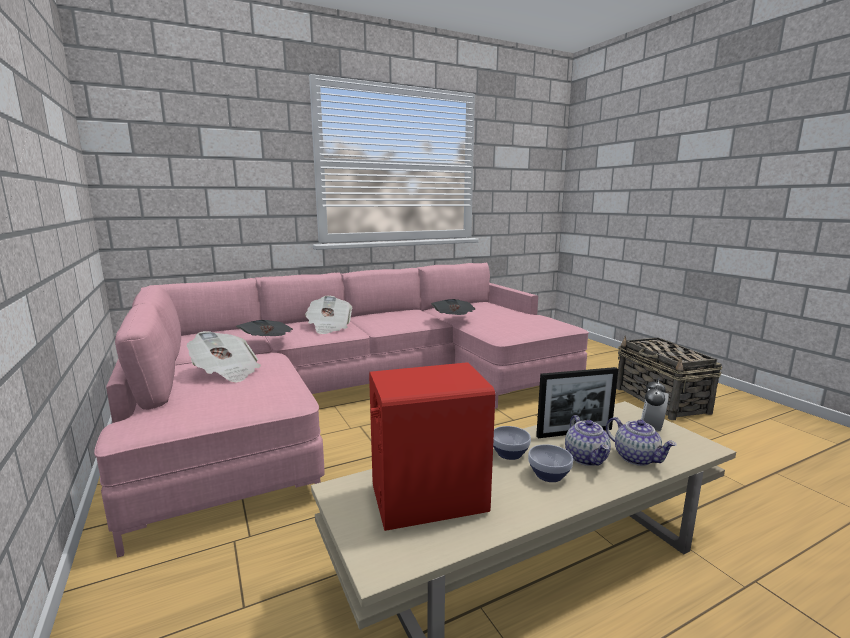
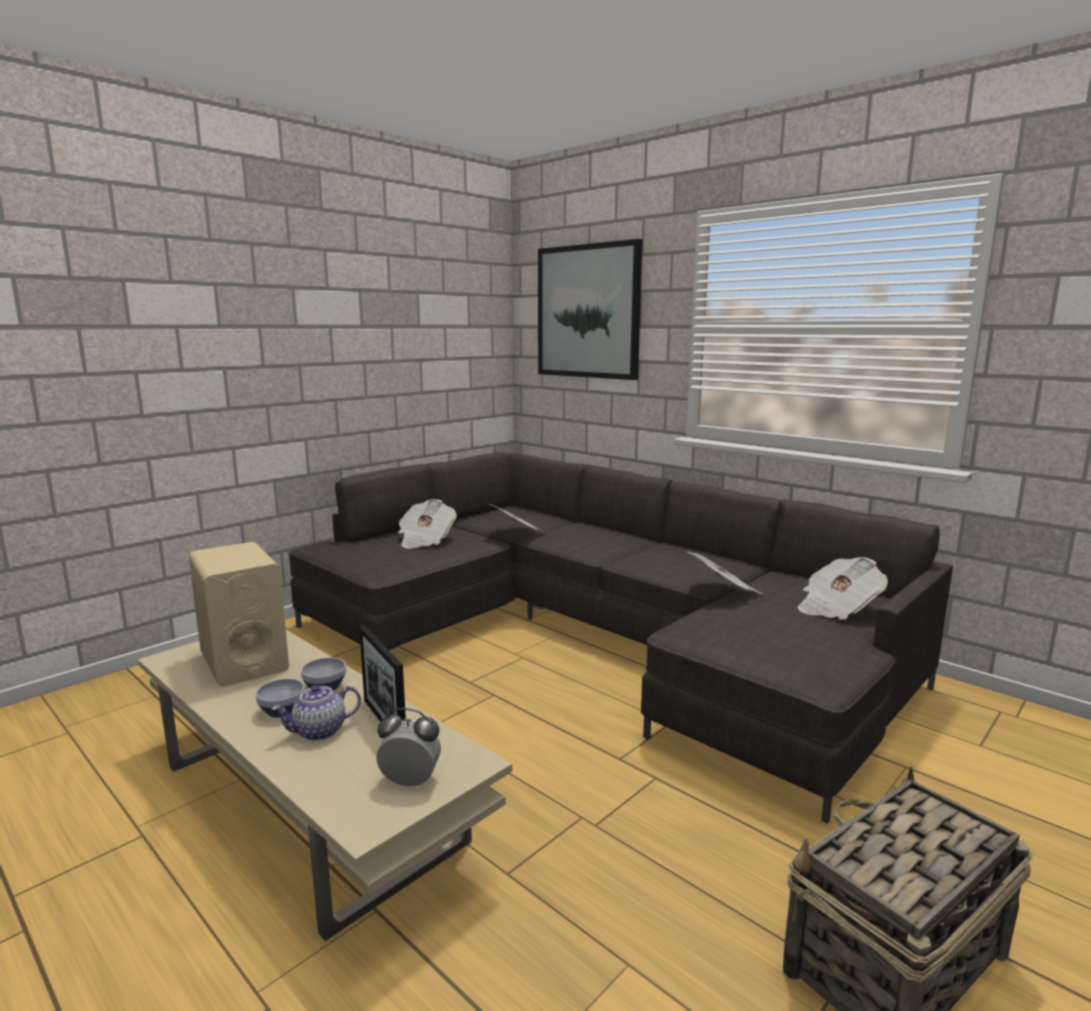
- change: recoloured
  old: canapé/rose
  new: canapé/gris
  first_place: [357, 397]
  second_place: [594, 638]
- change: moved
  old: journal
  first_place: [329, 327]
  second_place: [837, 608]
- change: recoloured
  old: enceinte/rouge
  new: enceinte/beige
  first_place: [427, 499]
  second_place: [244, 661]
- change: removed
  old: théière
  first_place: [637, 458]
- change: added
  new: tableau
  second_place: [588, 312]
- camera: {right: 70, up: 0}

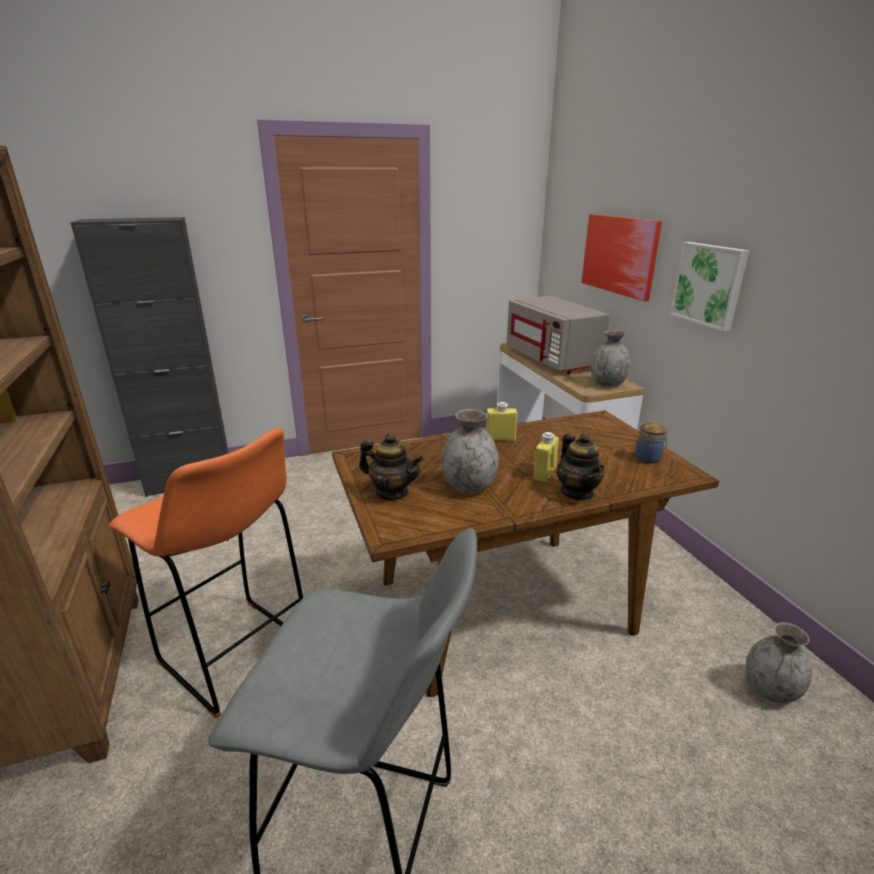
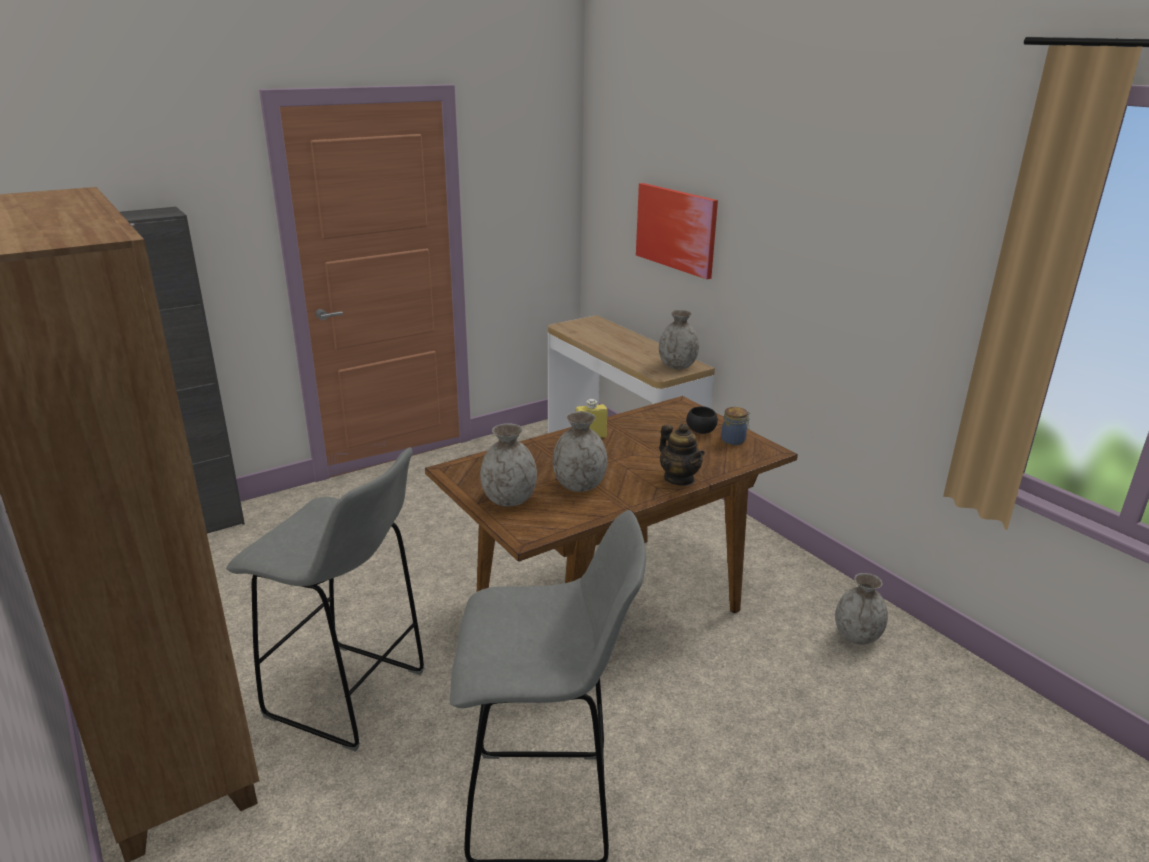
- change: removed
  old: tableau
  first_place: [709, 285]
- change: removed
  old: micro-ondes/gris
  first_place: [552, 360]
- change: recoloured
  old: tabouret/orange
  new: tabouret/gris
  first_place: [238, 656]
  second_place: [350, 695]
- change: removed
  old: bouteille/jaune
  first_place: [544, 473]
- change: replaced
  old: théière
  new: vase/gris
  first_place: [392, 492]
  second_place: [509, 499]
- change: added
  new: bol/noir
  second_place: [700, 431]
- camera: {right: -15, up: 0}

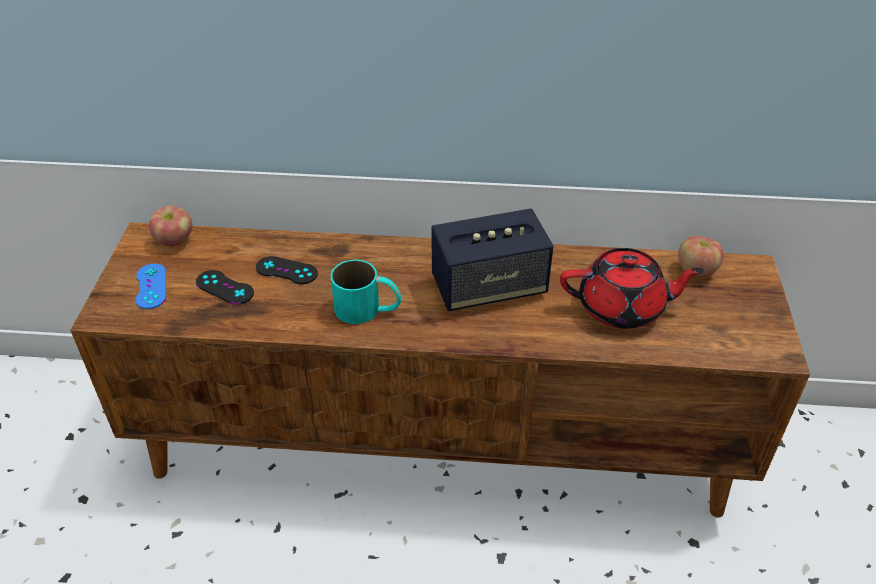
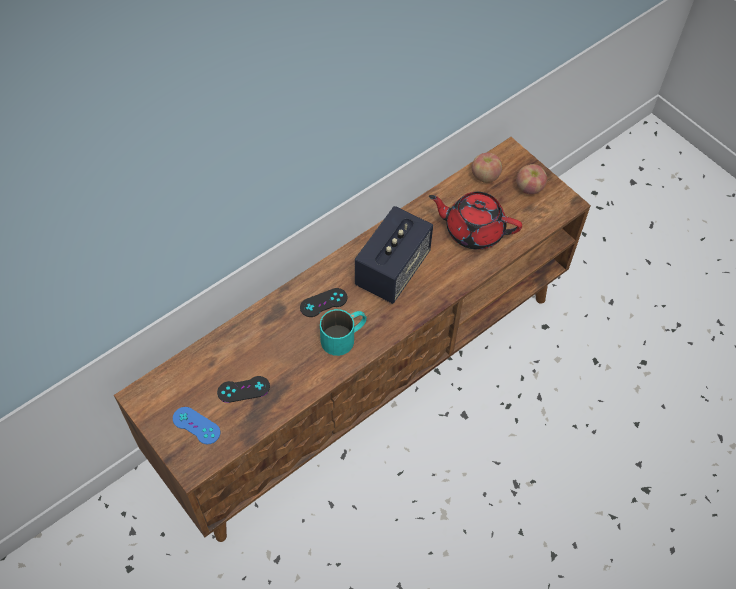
- change: moved
  old: pomme
  first_place: [174, 241]
  second_place: [529, 188]
- change: turned
  old: théière/rouge
  first_place: [622, 308]
  second_place: [473, 230]
  degrees: -120
- change: moved
  old: manette/noir
  first_place: [286, 270]
  second_place: [323, 302]
- camera: {right: -45, up: 15}

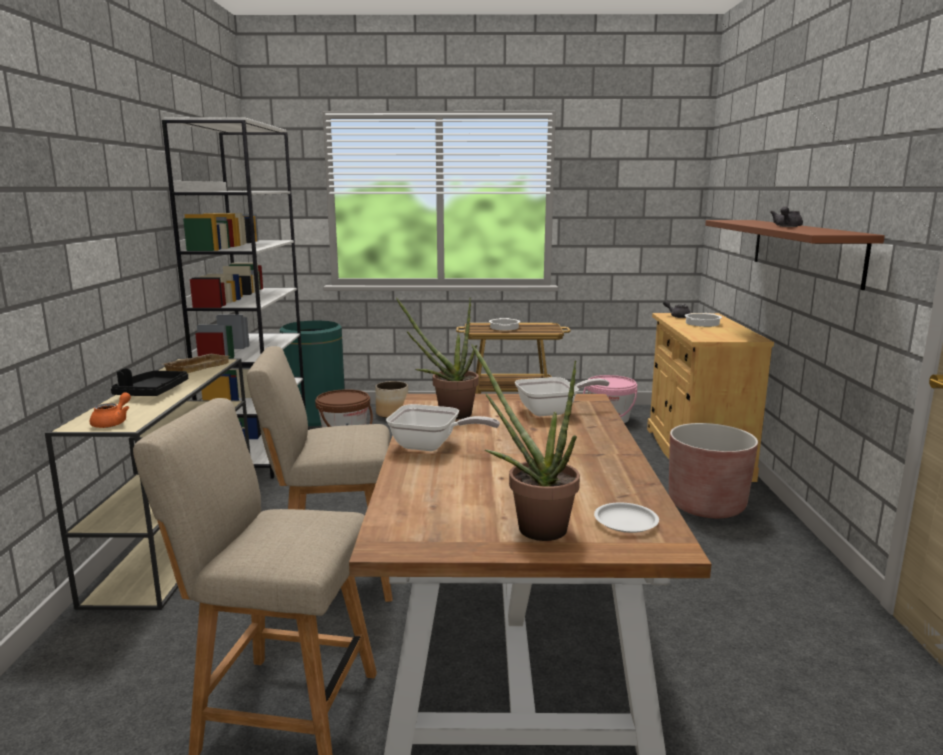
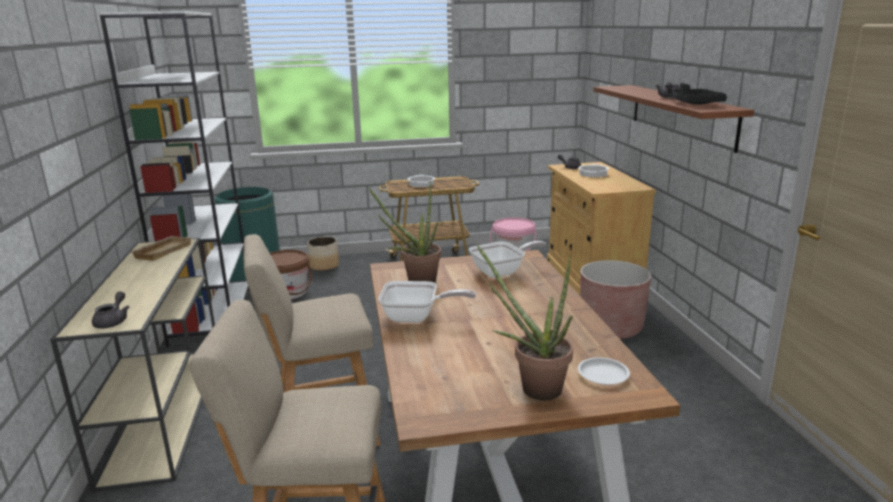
- change: moved
  old: plateau/noir
  first_place: [151, 392]
  second_place: [694, 104]
- change: recoloured
  old: théière/orange
  new: théière/gris
  first_place: [113, 422]
  second_place: [113, 321]
- camera: {right: -10, up: 5}

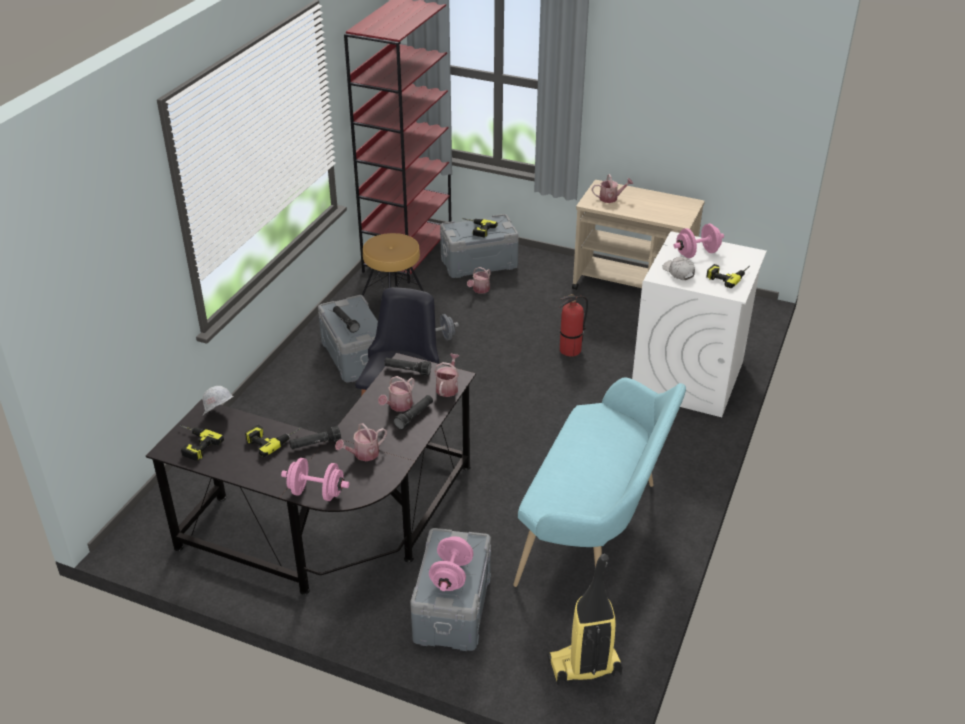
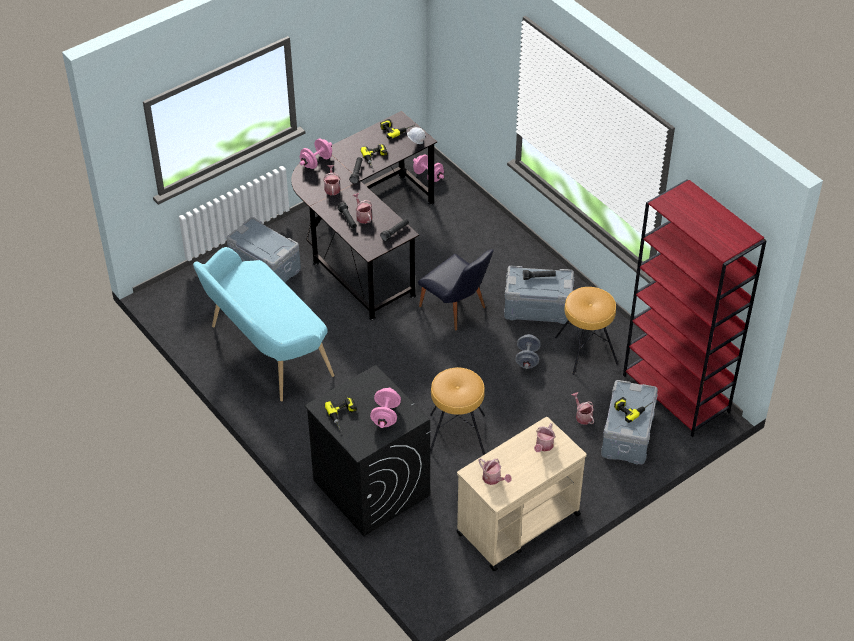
- change: recoloured
  old: lave-linge/blanc
  new: lave-linge/noir
  first_place: [688, 378]
  second_place: [370, 487]
- change: removed
  old: casquette/blanc
  first_place: [678, 272]
- change: replaced
  old: extincteur
  new: tabouret/marron
  first_place: [570, 351]
  second_place: [457, 433]
- change: moved
  old: arrosoir
  first_place: [448, 387]
  second_place: [493, 479]
- change: moved
  old: haltère/rose
  first_place: [451, 576]
  second_place: [428, 176]
- change: removed
  old: aspirateur
  first_place: [584, 668]
- camera: {right: 120, up: 10}

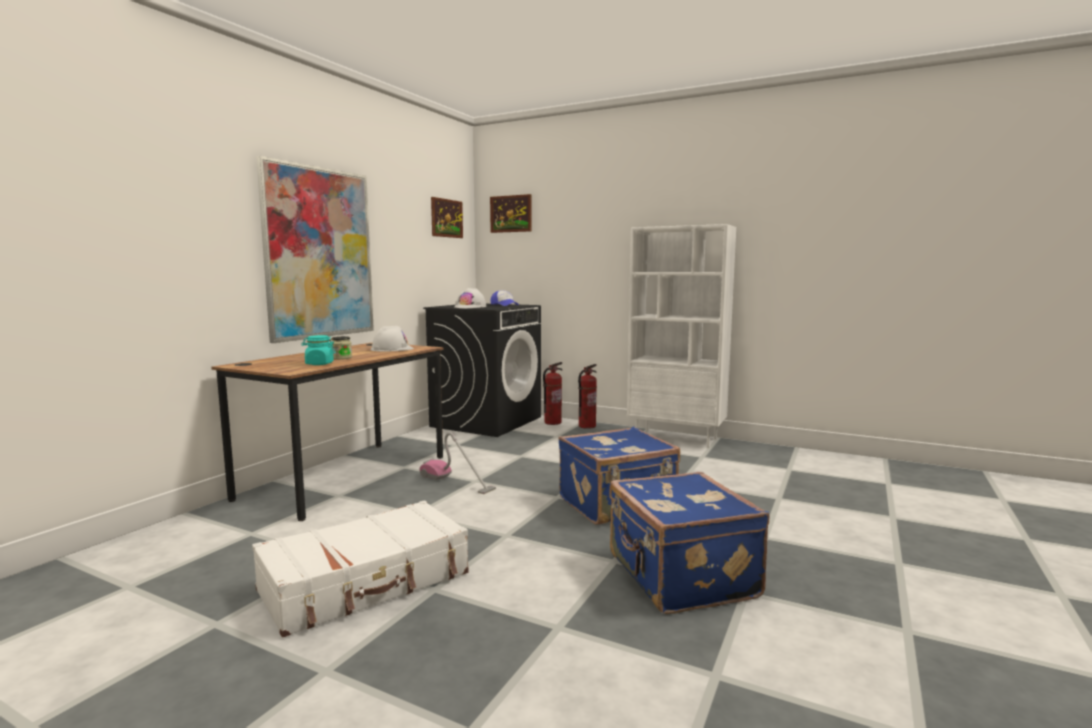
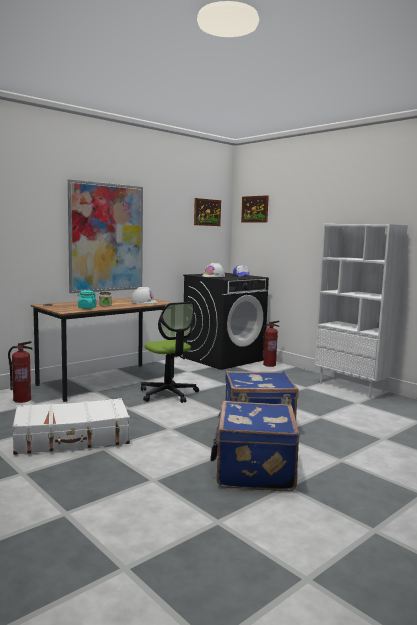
- change: moved
  old: extincteur
  first_place: [587, 426]
  second_place: [22, 400]
- change: replaced
  old: aspirateur
  new: chaise de bureau
  first_place: [456, 482]
  second_place: [168, 394]
- camera: {right: 20, up: 0}

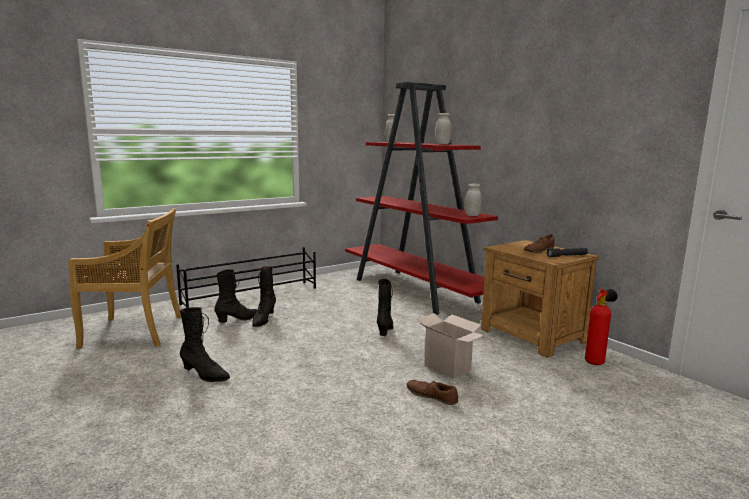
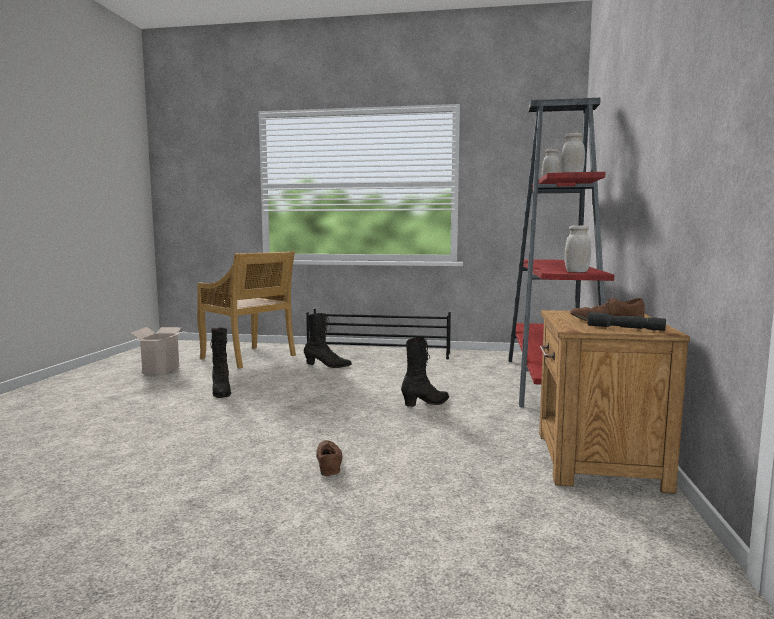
- change: removed
  old: botte/noir
  first_place: [263, 320]
- change: removed
  old: extincteur
  first_place: [596, 362]
- change: moved
  old: carton
  first_place: [449, 368]
  second_place: [161, 370]
- camera: {right: 45, up: -5}

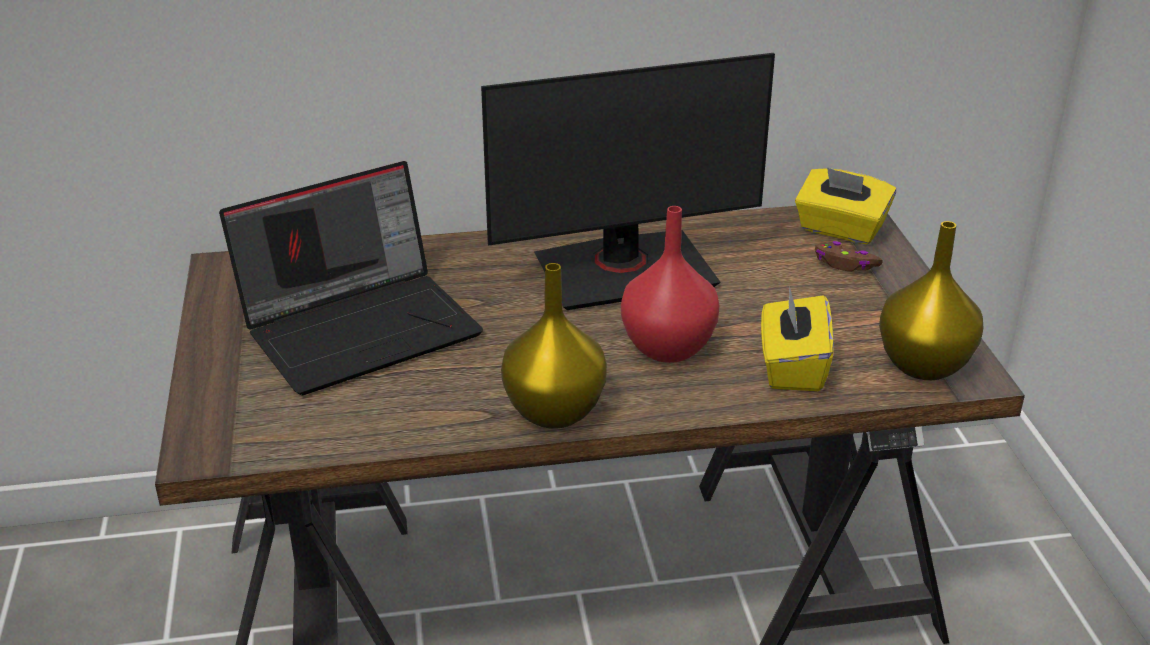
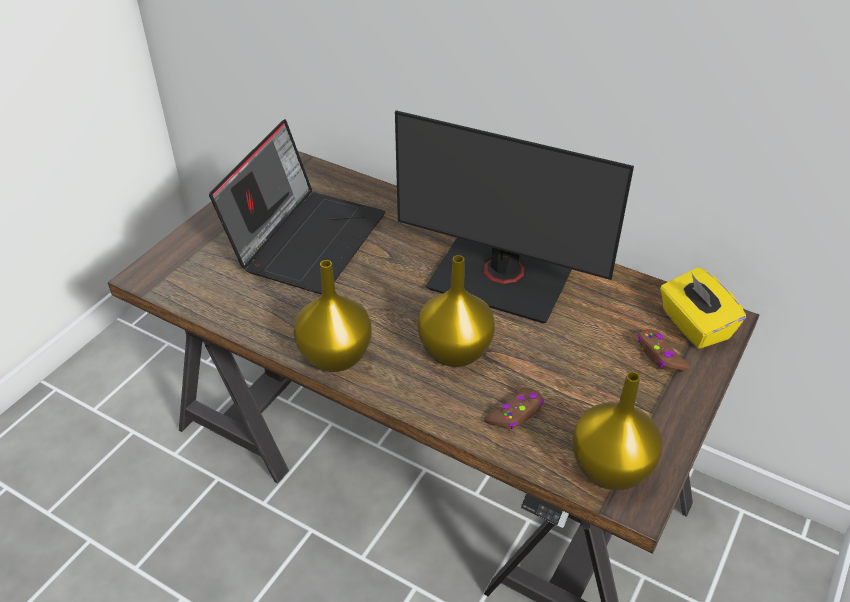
- change: turned
  old: ordinateur portable
  first_place: [362, 326]
  second_place: [307, 239]
  degrees: -75
- change: recoloured
  old: vase/rouge
  new: vase/jaune
  first_place: [667, 347]
  second_place: [455, 350]
- change: replaced
  old: boîte à mouchoirs/jaune
  new: manette/marron
  first_place: [792, 367]
  second_place: [515, 414]
- camera: {right: 40, up: 10}

